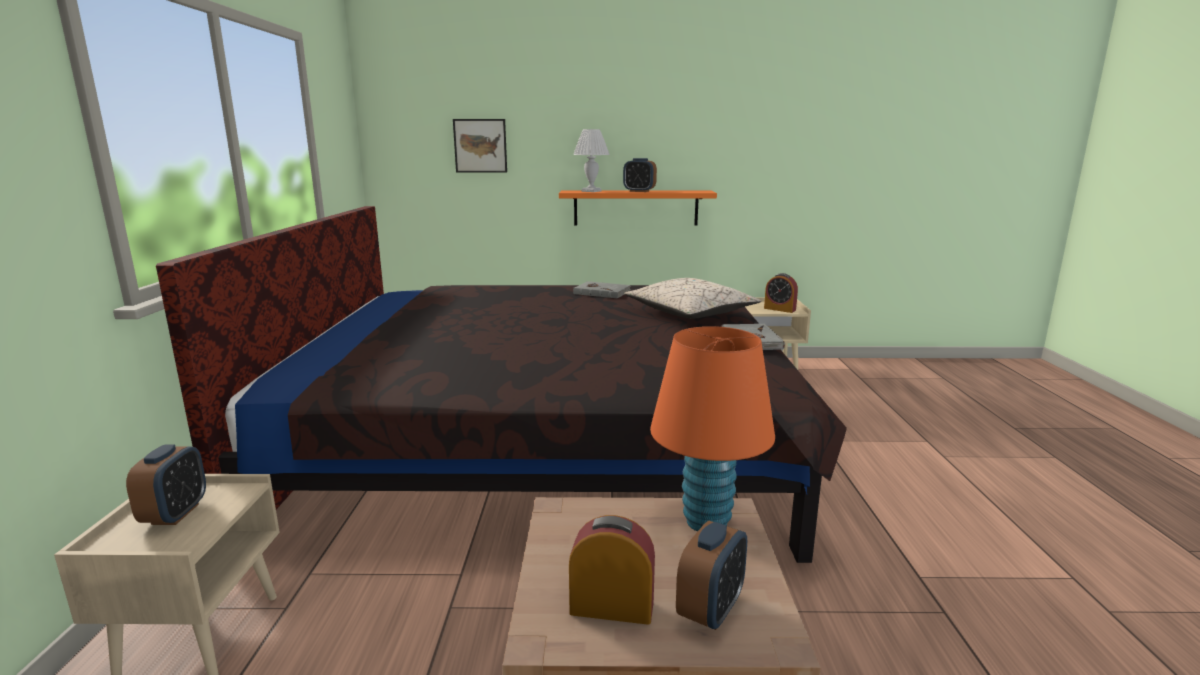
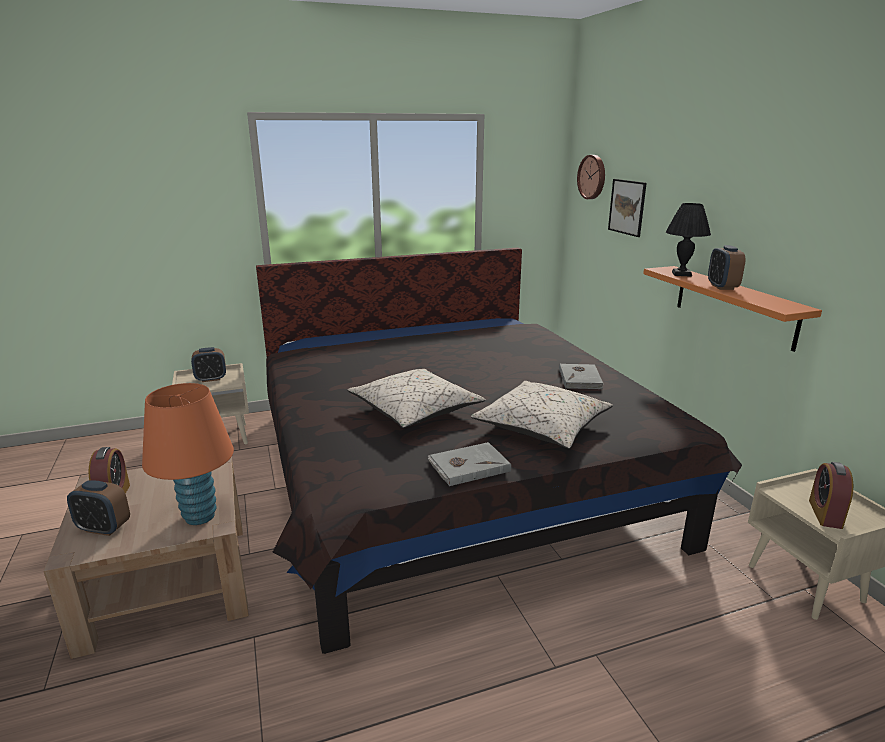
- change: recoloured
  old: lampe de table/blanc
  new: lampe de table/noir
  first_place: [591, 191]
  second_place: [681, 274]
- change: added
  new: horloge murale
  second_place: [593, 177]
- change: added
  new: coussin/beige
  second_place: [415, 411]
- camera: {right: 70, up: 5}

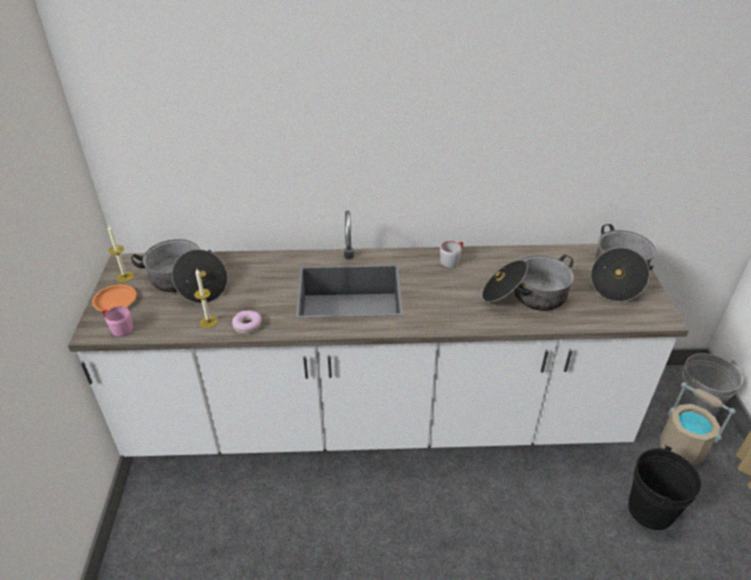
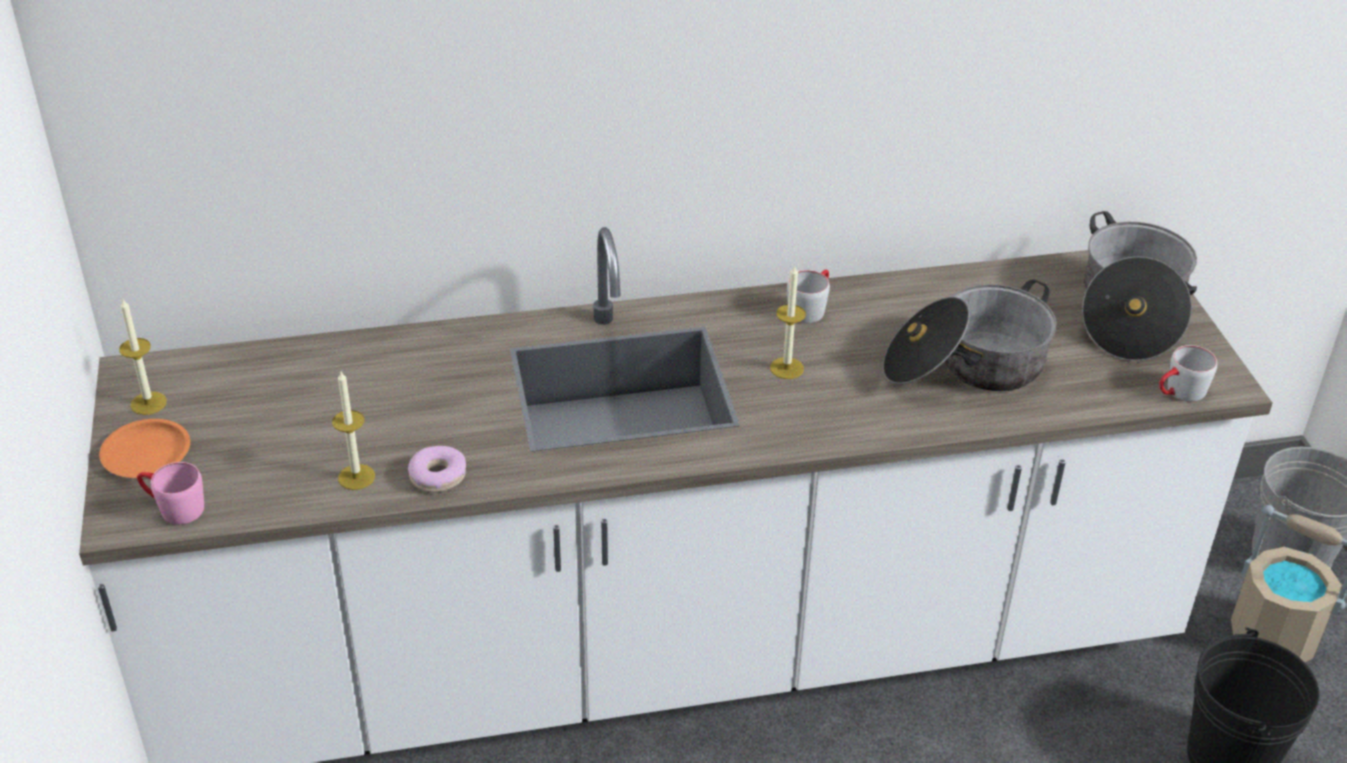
- change: removed
  old: marmite
  first_place: [186, 283]
- change: added
  new: bougie
  second_place: [786, 368]
- change: added
  new: mug/gris
  second_place: [1179, 393]
- camera: {right: -10, up: 0}

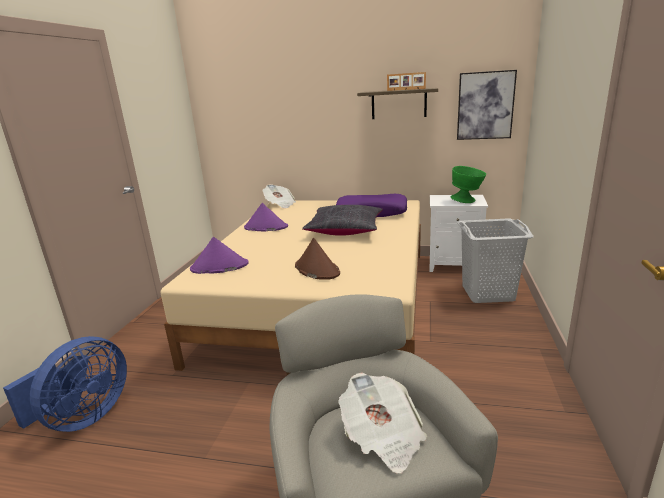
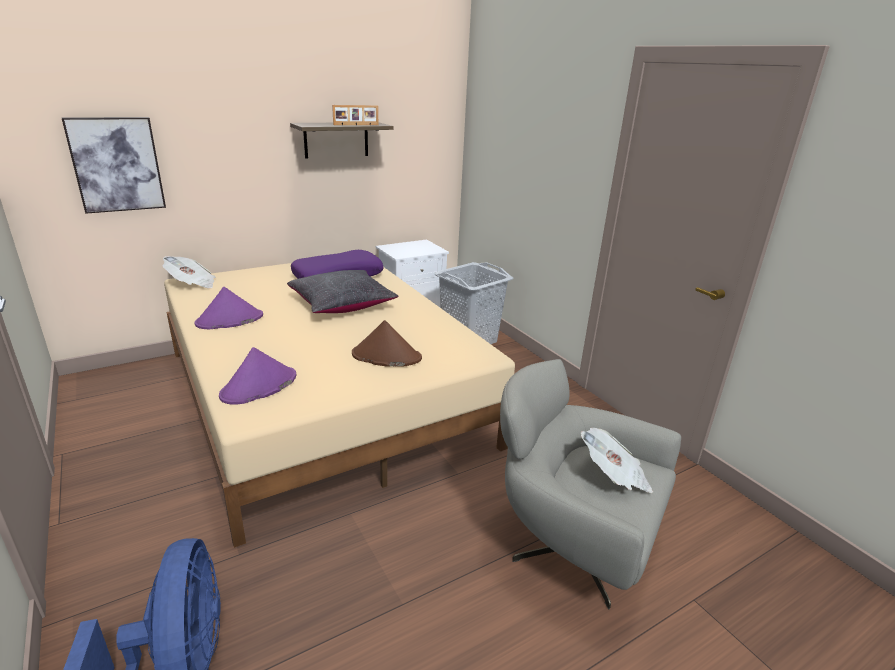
- change: moved
  old: tableau
  first_place: [485, 105]
  second_place: [117, 165]
- change: removed
  old: bol/vert
  first_place: [467, 201]
- camera: {right: -45, up: 5}

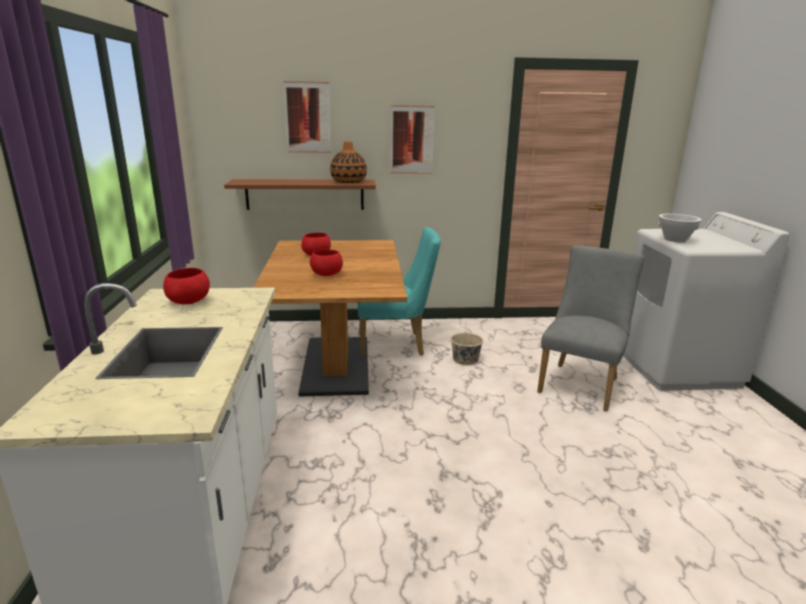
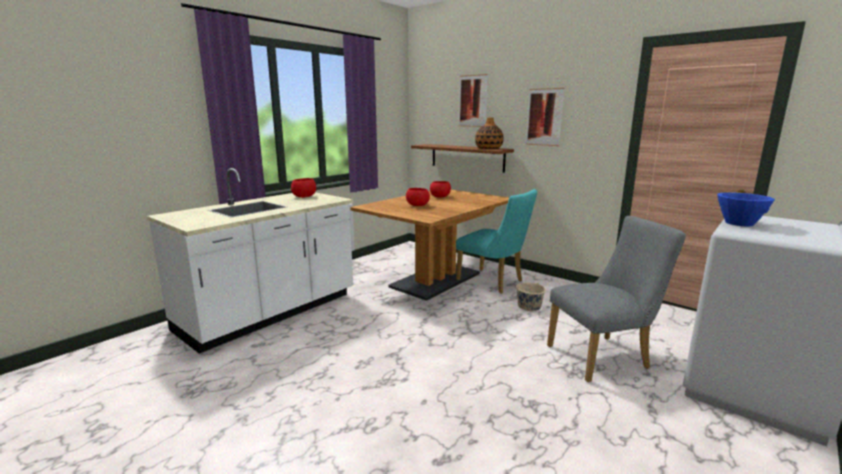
- change: recoloured
  old: bol/blanc
  new: bol/bleu
  first_place: [675, 240]
  second_place: [739, 223]
- camera: {right: 45, up: -5}

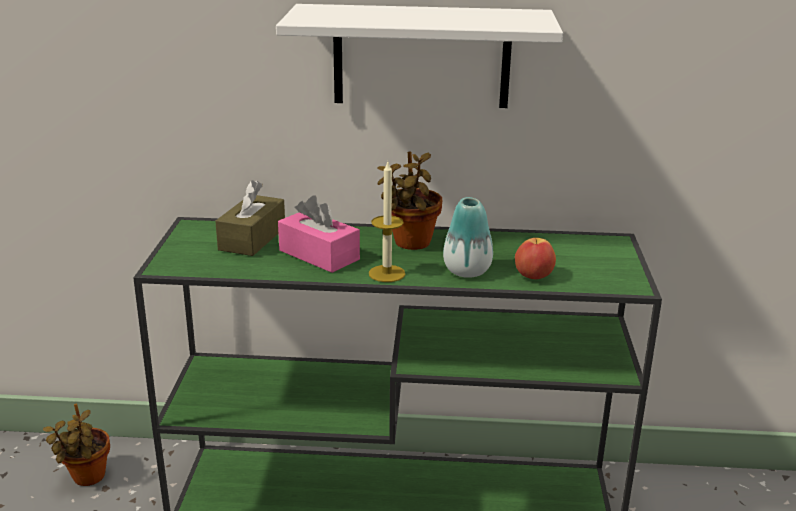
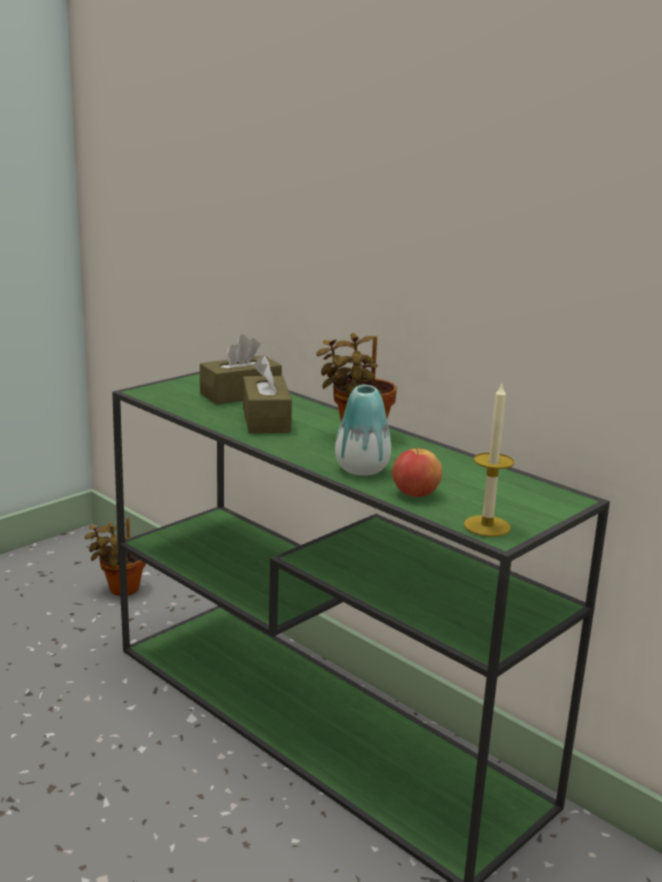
- change: removed
  old: étagère/blanc
  first_place: [421, 56]
- change: moved
  old: bougie
  first_place: [387, 273]
  second_place: [487, 526]
- change: recoloured
  old: boîte à mouchoirs/rose
  new: boîte à mouchoirs/marron
  first_place: [319, 255]
  second_place: [266, 419]
- camera: {right: 40, up: -5}

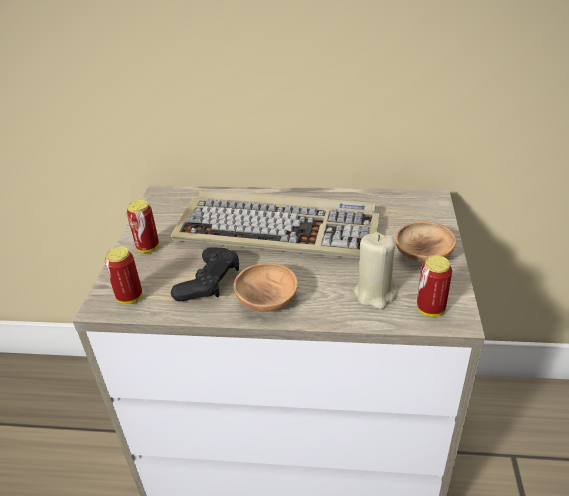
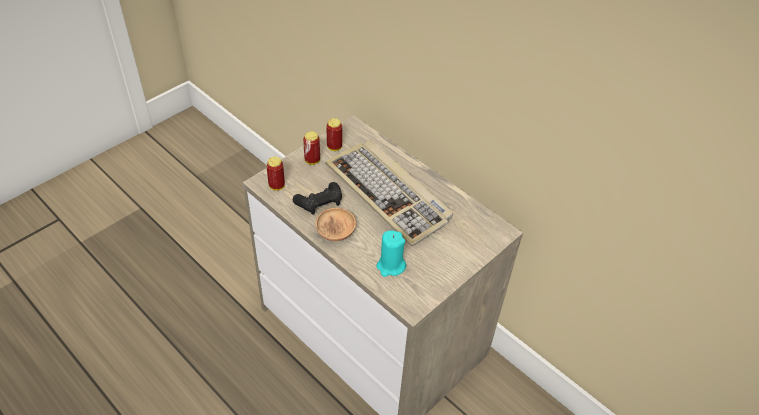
- change: removed
  old: bol/marron
  first_place: [423, 255]
- change: recoloured
  old: bougie/beige
  new: bougie/turquoise
  first_place: [375, 293]
  second_place: [390, 266]
- change: moved
  old: boîte métallique
  first_place: [430, 309]
  second_place: [334, 147]
- camera: {right: 35, up: 10}

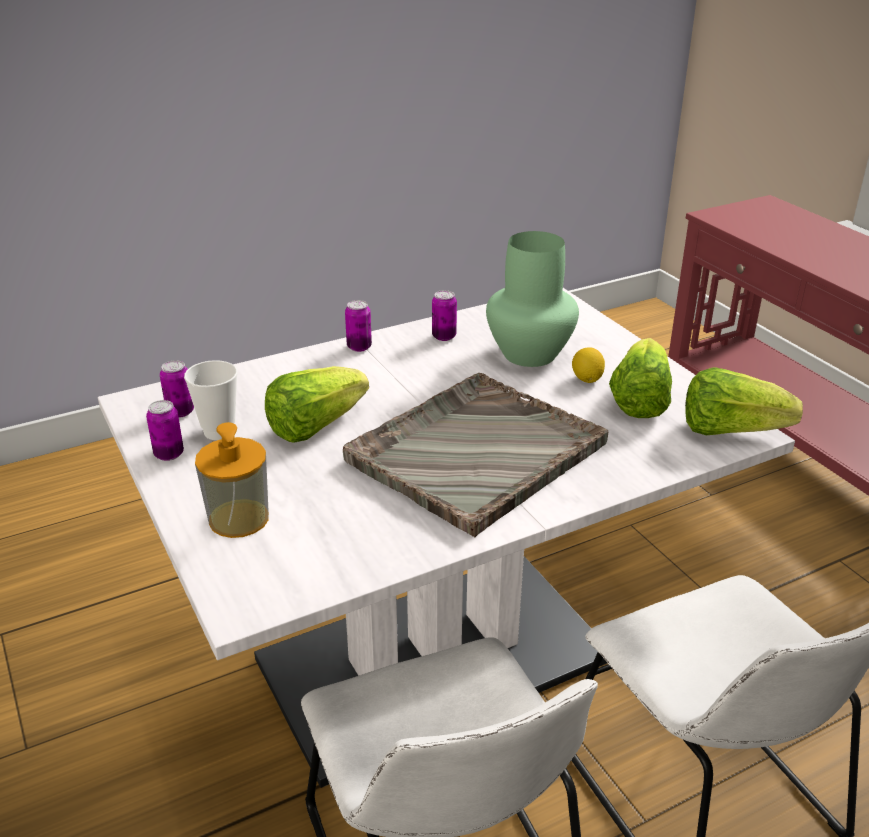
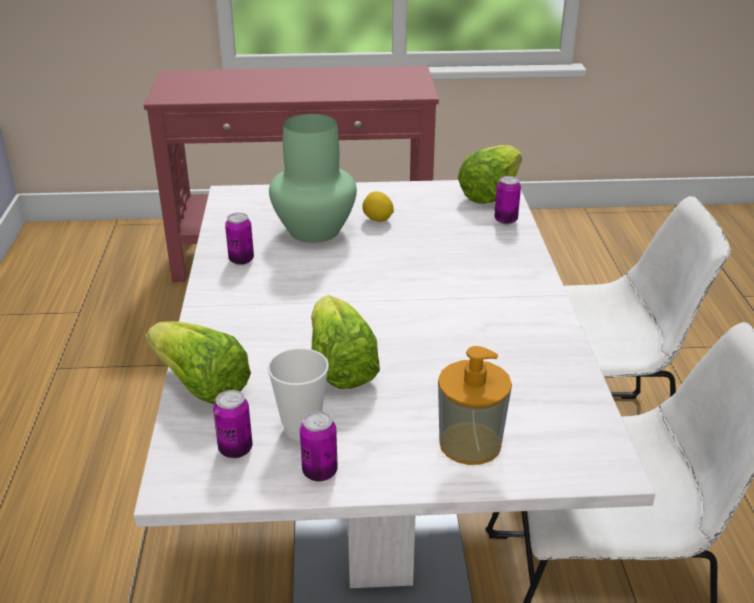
- change: moved
  old: boîte métallique
  first_place: [359, 347]
  second_place: [505, 220]
- change: moved
  old: laitue
  first_place: [639, 400]
  second_place: [200, 386]
- change: removed
  old: plateau/gris
  first_place: [474, 453]
- camera: {right: -65, up: 0}

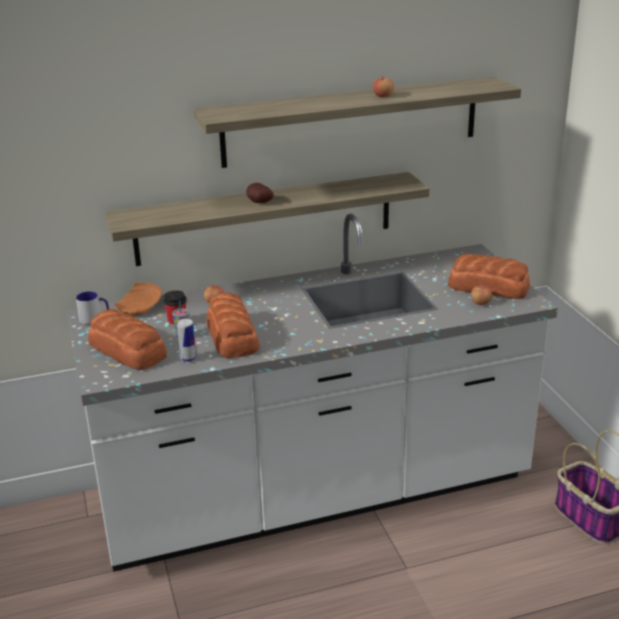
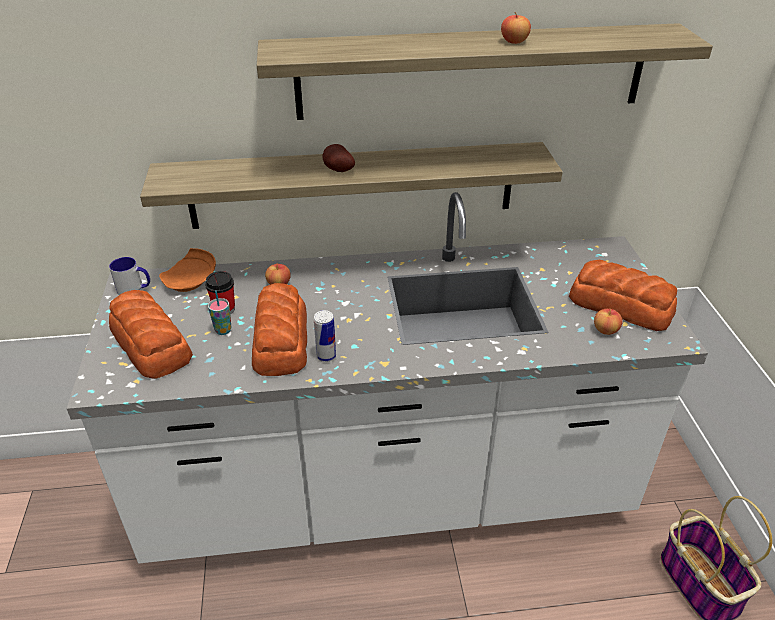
- change: moved
  old: boîte métallique
  first_place: [188, 359]
  second_place: [326, 356]
- camera: {right: 10, up: 10}

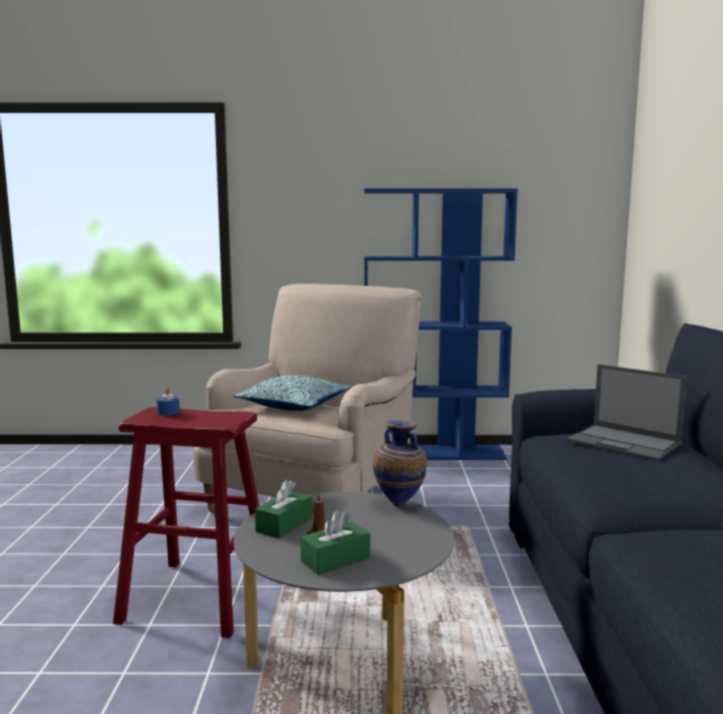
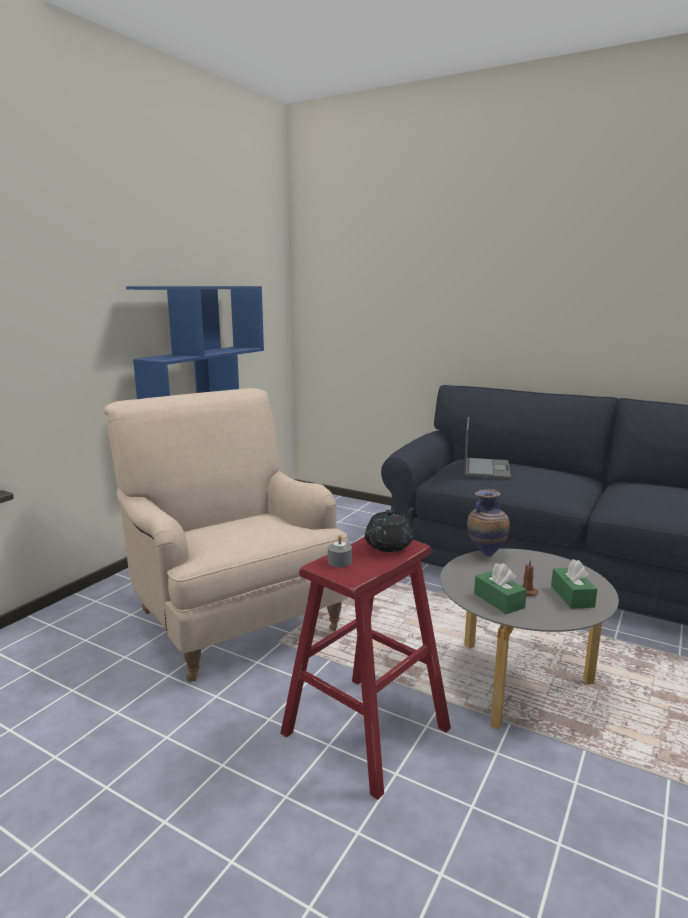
- change: turned
  old: ordinateur portable
  first_place: [624, 443]
  second_place: [486, 468]
  degrees: -60
- change: removed
  old: coussin
  first_place: [294, 405]
- change: recoloured
  old: bougie/bleu
  new: bougie/gris
  first_place: [168, 412]
  second_place: [339, 562]
- change: added
  new: théière/noir
  second_place: [389, 545]
- camera: {right: -60, up: 5}

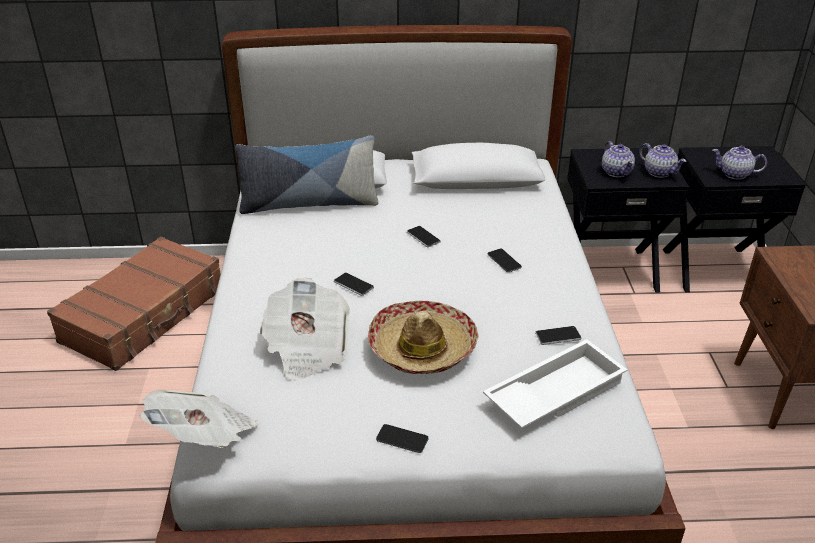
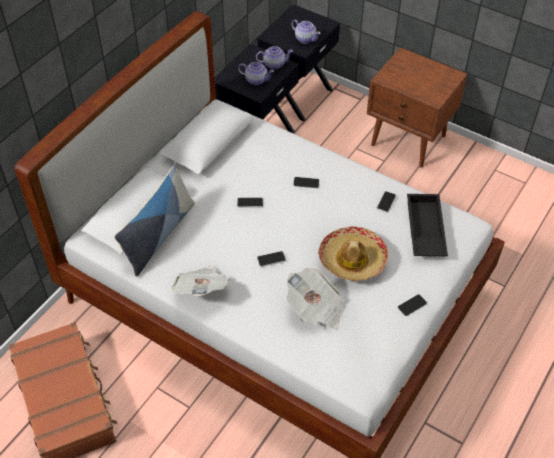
- change: turned
  old: théière
  first_place: [734, 174]
  second_place: [305, 39]
  degrees: -105
- change: recoloured
  old: plateau/blanc
  new: plateau/noir
  first_place: [554, 392]
  second_place: [424, 230]
- change: moved
  old: journal
  first_place: [204, 437]
  second_place: [202, 290]
- camera: {right: -55, up: 15}

